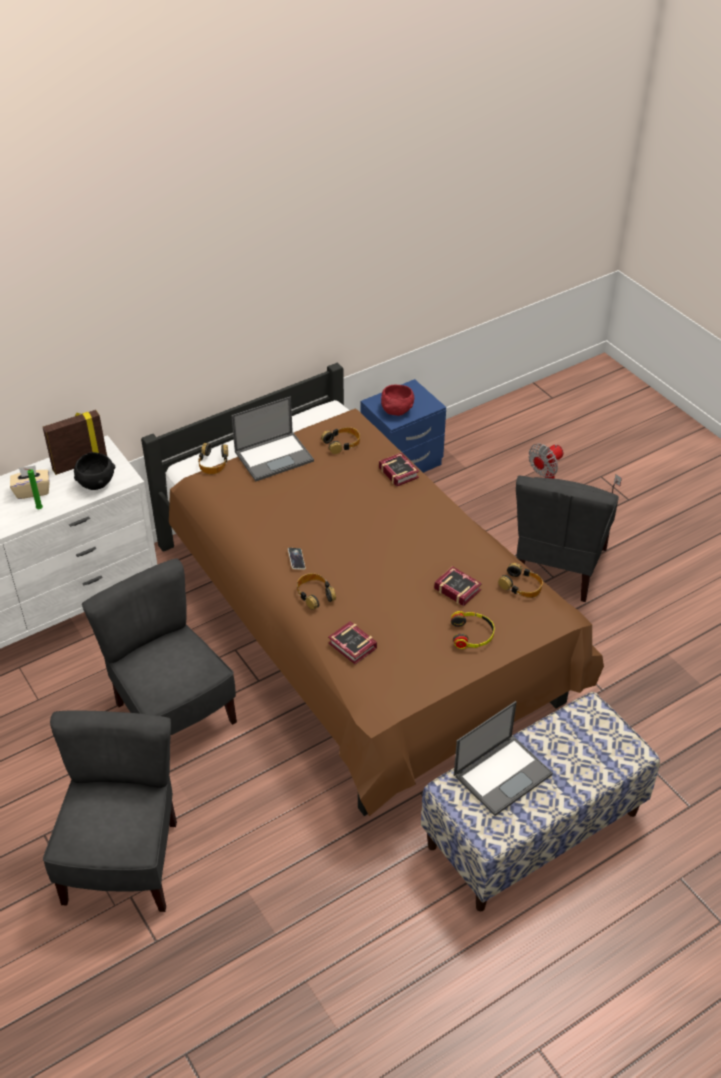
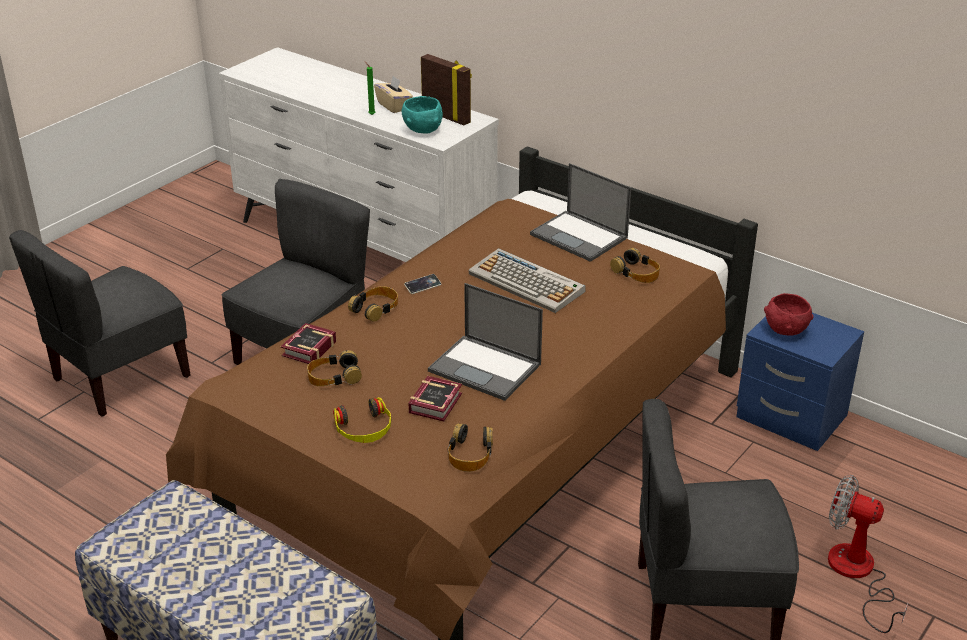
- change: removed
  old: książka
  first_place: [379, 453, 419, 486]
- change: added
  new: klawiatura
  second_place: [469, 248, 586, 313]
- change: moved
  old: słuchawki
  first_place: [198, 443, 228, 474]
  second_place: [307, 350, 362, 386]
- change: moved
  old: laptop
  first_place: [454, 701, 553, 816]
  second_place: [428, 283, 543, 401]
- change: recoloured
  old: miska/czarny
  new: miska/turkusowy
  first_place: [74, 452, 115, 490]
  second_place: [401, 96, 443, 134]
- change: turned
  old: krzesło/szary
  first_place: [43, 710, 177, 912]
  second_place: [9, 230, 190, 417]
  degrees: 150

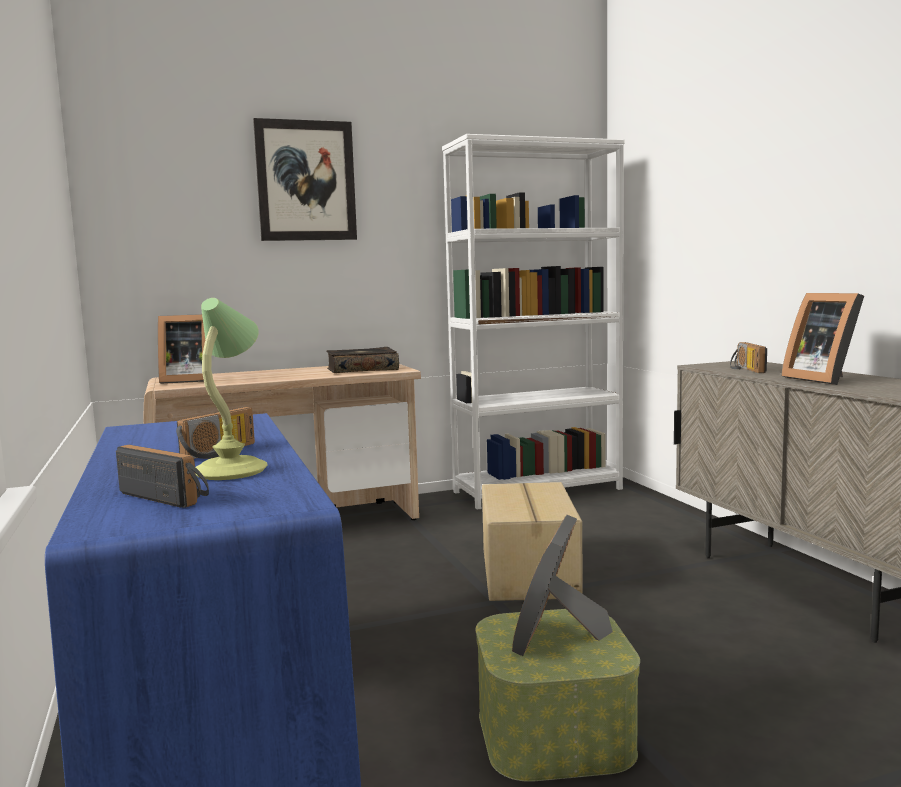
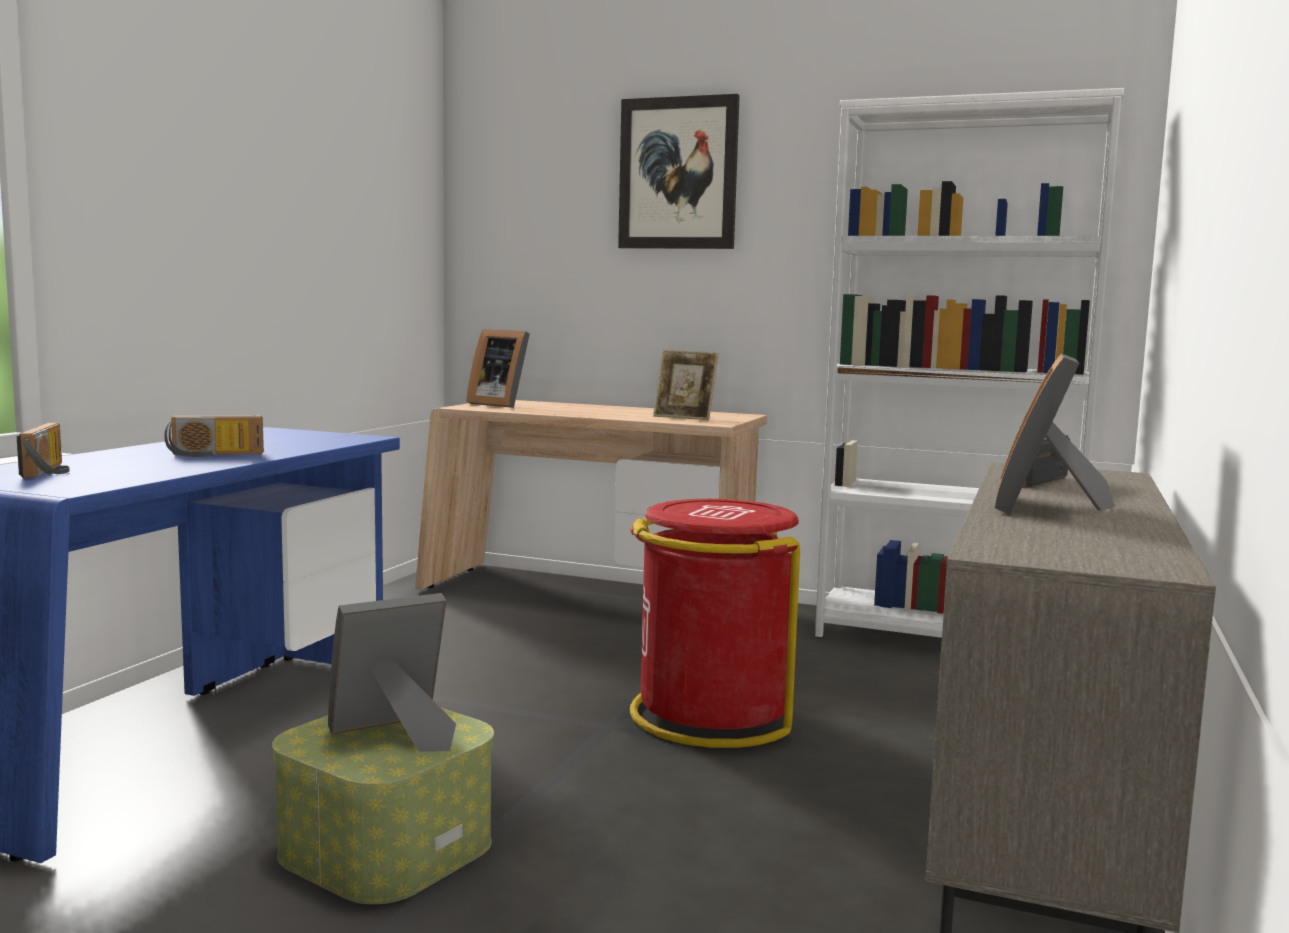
- change: removed
  old: lampa stołowa
  first_place: [196, 298, 268, 480]
- change: replaced
  old: książka
  new: ramka na zdjęcie
  first_place: [326, 347, 399, 373]
  second_place: [653, 350, 719, 420]
- change: replaced
  old: karton
  new: kosz na śmieci/czerwony
  first_place: [482, 482, 583, 601]
  second_place: [630, 499, 800, 748]

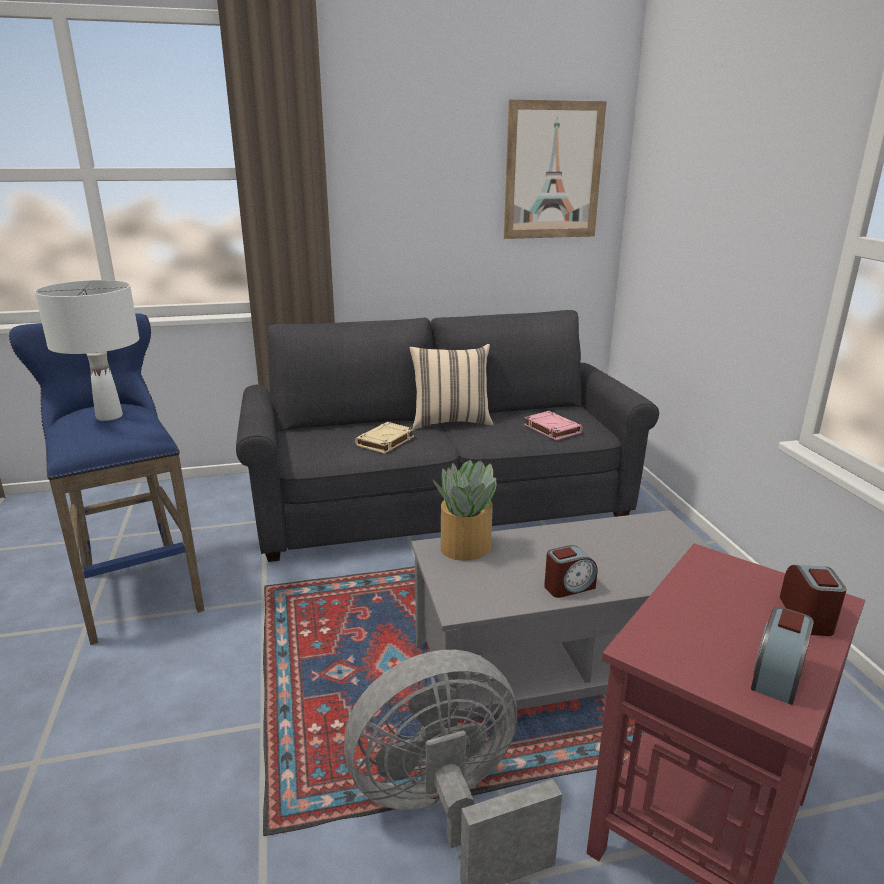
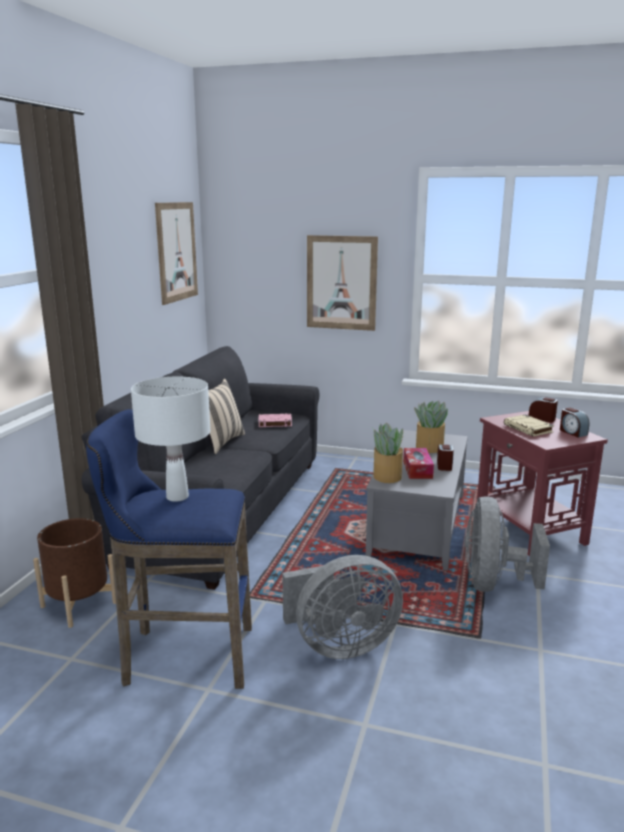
- change: added
  new: donica/brązowy
  second_place: [33, 518, 116, 628]
- change: added
  new: wentylator/szary
  second_place: [282, 555, 403, 659]
- change: added
  new: obraz
  second_place: [307, 235, 378, 331]
- change: added
  new: pudełko chusteczek
  second_place: [403, 448, 434, 479]
- change: added
  new: roślina doniczkowa
  second_place: [414, 401, 448, 453]
- change: moved
  old: książka/beżowy
  first_place: [355, 422, 414, 454]
  second_place: [504, 414, 554, 437]

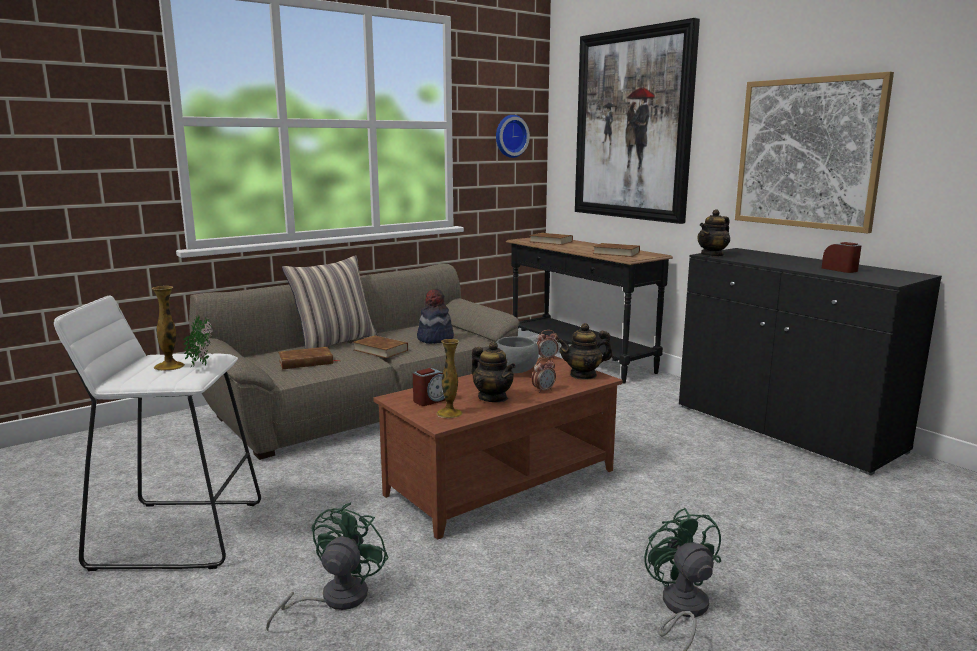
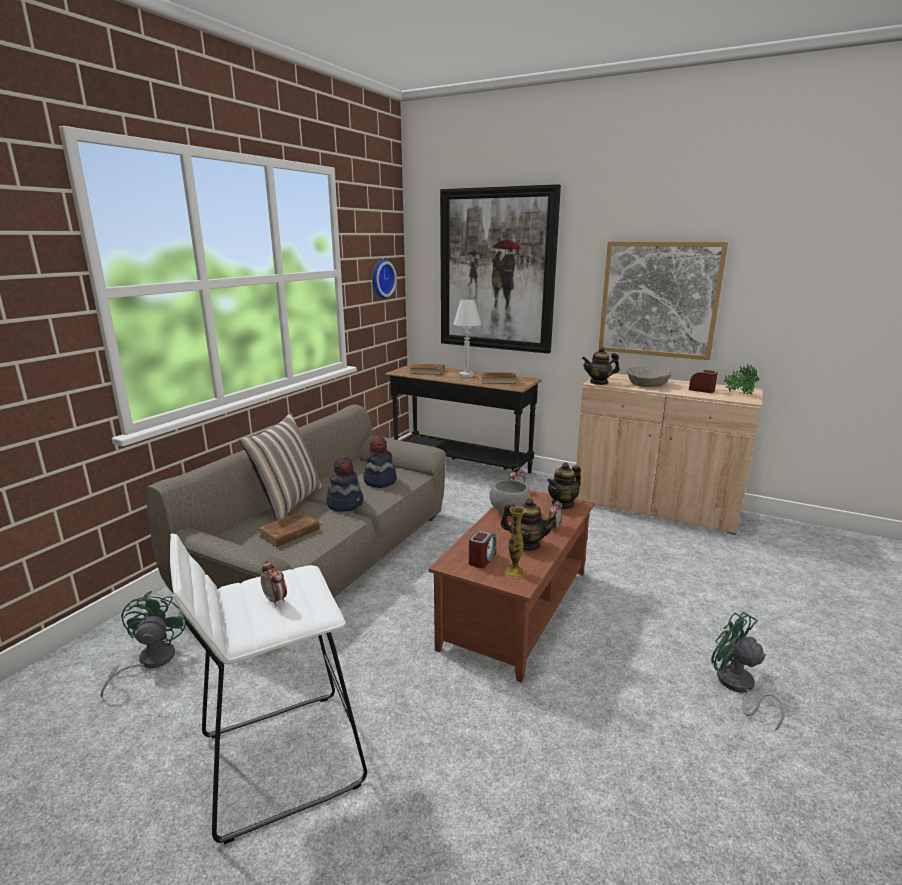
- change: added
  new: lampa stołowa/biały
  second_place: [453, 299, 481, 378]
- change: added
  new: miska/beżowy
  second_place: [627, 366, 672, 387]
- change: moved
  old: roślina doniczkowa
  first_place: [183, 315, 213, 367]
  second_place: [724, 364, 759, 395]
- change: moved
  old: wentylator/zielony
  first_place: [266, 503, 389, 631]
  second_place: [101, 591, 186, 698]
- change: replaced
  old: wazon
  new: budzik
  first_place: [152, 286, 185, 371]
  second_place: [261, 560, 287, 606]
- change: replaced
  old: książka/brązowy
  new: kapelusz
  first_place: [353, 335, 408, 358]
  second_place: [327, 456, 364, 512]
- change: recoloured
  old: szafka/czarny
  new: szafka/beżowy
  first_place: [679, 248, 942, 475]
  second_place: [575, 374, 763, 535]
- change: turned
  old: imbryk
  first_place: [698, 209, 730, 257]
  second_place: [582, 347, 620, 385]
  degrees: 60

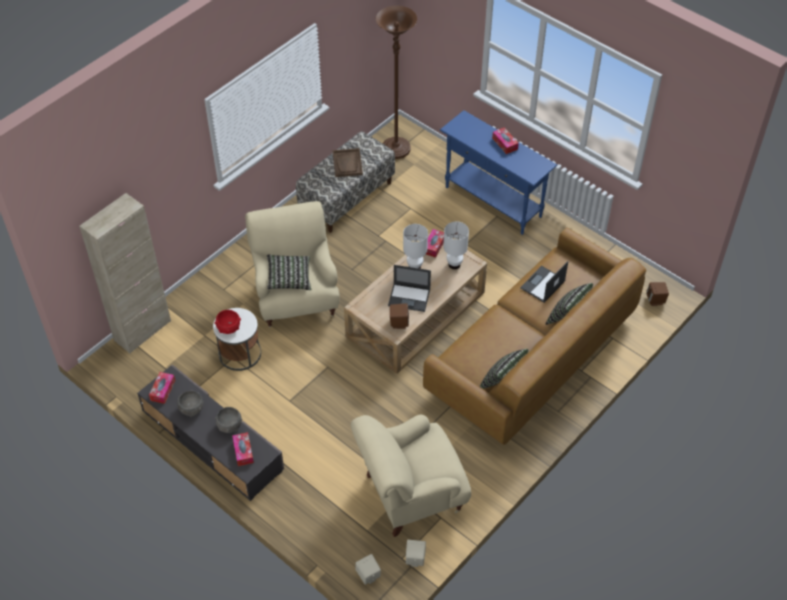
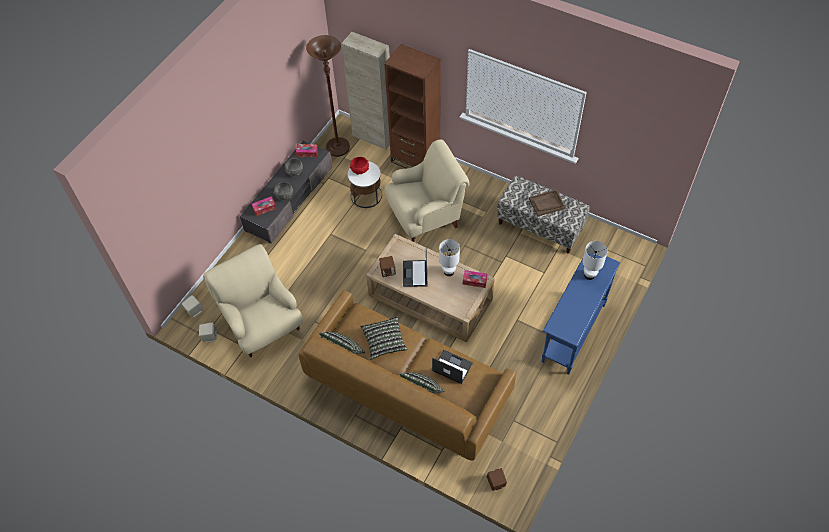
- change: removed
  old: pudełko chusteczek
  first_place: [492, 127, 519, 154]
- change: added
  new: regał/brązowy
  second_place: [385, 44, 441, 169]
- change: moved
  old: poduszka
  first_place: [267, 255, 311, 290]
  second_place: [360, 316, 407, 360]
- change: moved
  old: lampa stojąca/brązowy
  first_place: [376, 6, 417, 159]
  second_place: [306, 35, 350, 157]
- change: moved
  old: lampa stołowa/biały
  first_place: [444, 221, 469, 269]
  second_place: [582, 241, 608, 280]

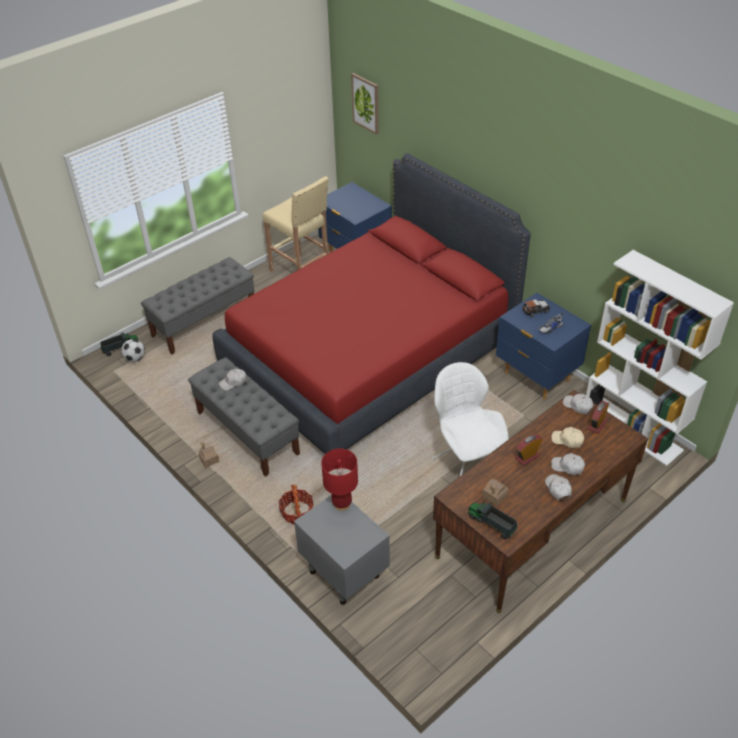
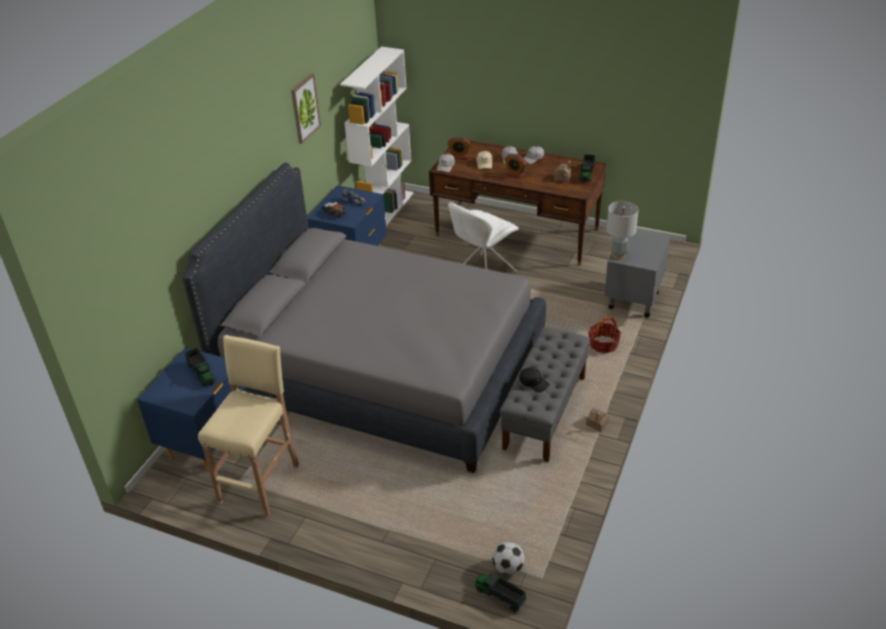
- change: removed
  old: ławka/szary
  first_place: [141, 257, 255, 354]
- change: added
  new: ciężarówka zabawkowa
  second_place: [185, 348, 216, 387]
- change: moved
  old: obraz
  first_place: [351, 73, 379, 135]
  second_place: [291, 73, 321, 144]
- change: recoloured
  old: łóżko/czerwony
  new: łóżko/szary
  first_place: [212, 153, 531, 454]
  second_place: [182, 163, 546, 473]
- change: recoloured
  old: czapka z daszkiem/biały
  new: czapka z daszkiem/czarny
  first_place: [219, 369, 247, 391]
  second_place: [519, 367, 550, 393]
- change: recoloured
  old: lampa stołowa/czerwony
  new: lampa stołowa/szary
  first_place: [321, 449, 358, 511]
  second_place: [607, 201, 639, 259]

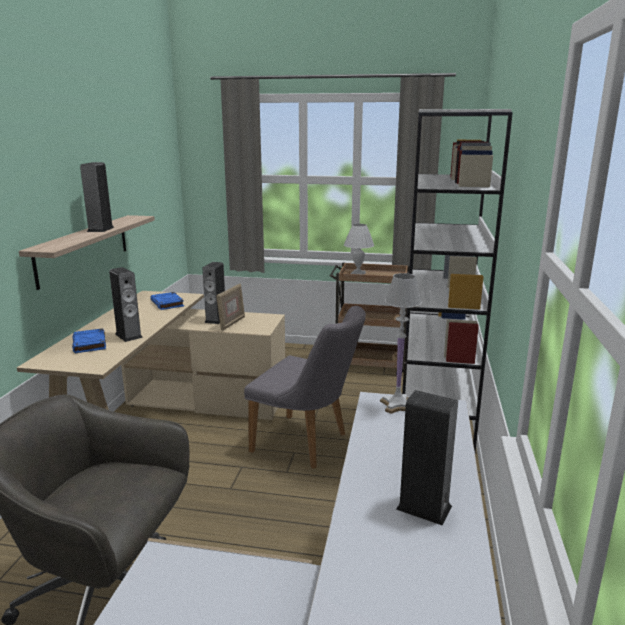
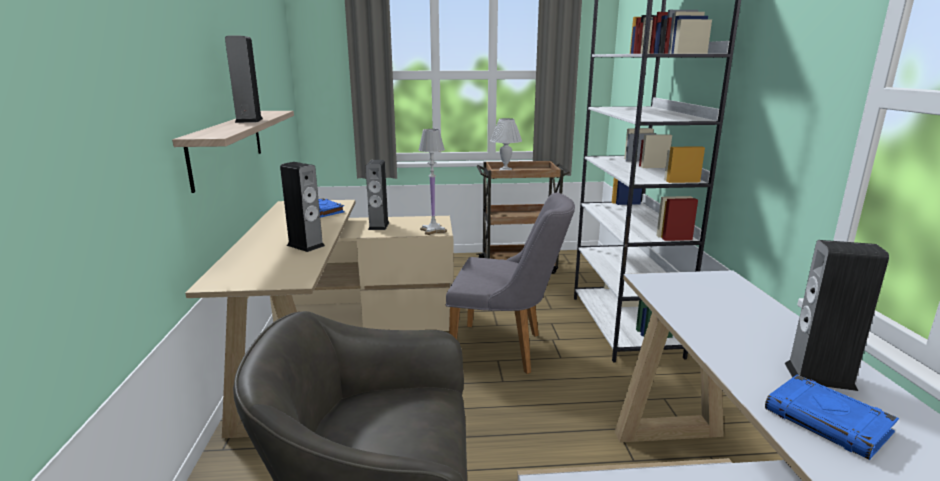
- change: removed
  old: ramka na zdjęcie
  first_place: [216, 284, 245, 331]
- change: moved
  old: książka/niebieski
  first_place: [72, 328, 106, 353]
  second_place: [765, 375, 899, 460]
- change: moved
  old: lampa stołowa/biały
  first_place: [380, 273, 421, 414]
  second_place: [418, 129, 447, 235]

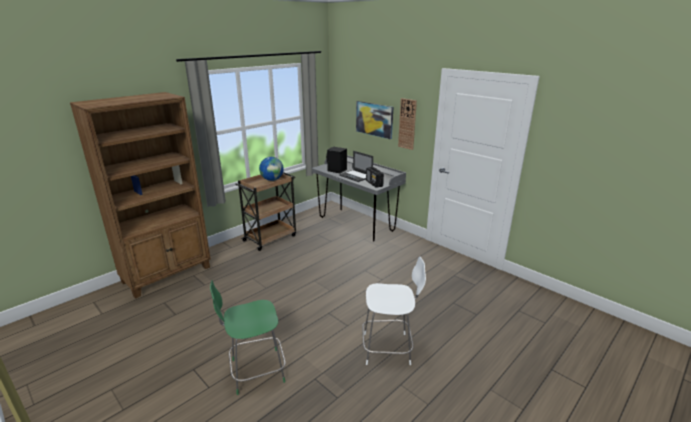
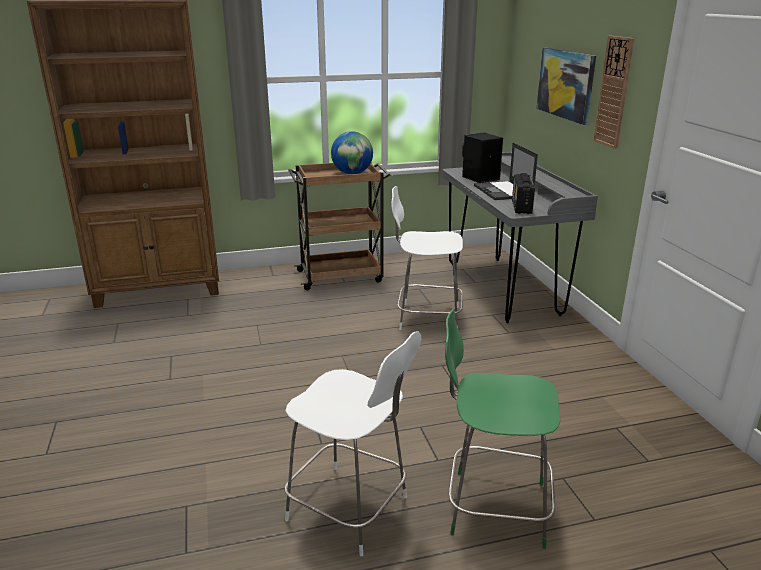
- change: added
  new: krzesło/biały
  second_place: [391, 186, 463, 330]
- change: moved
  old: krzesło/zielony
  first_place: [210, 280, 285, 395]
  second_place: [445, 308, 560, 549]

